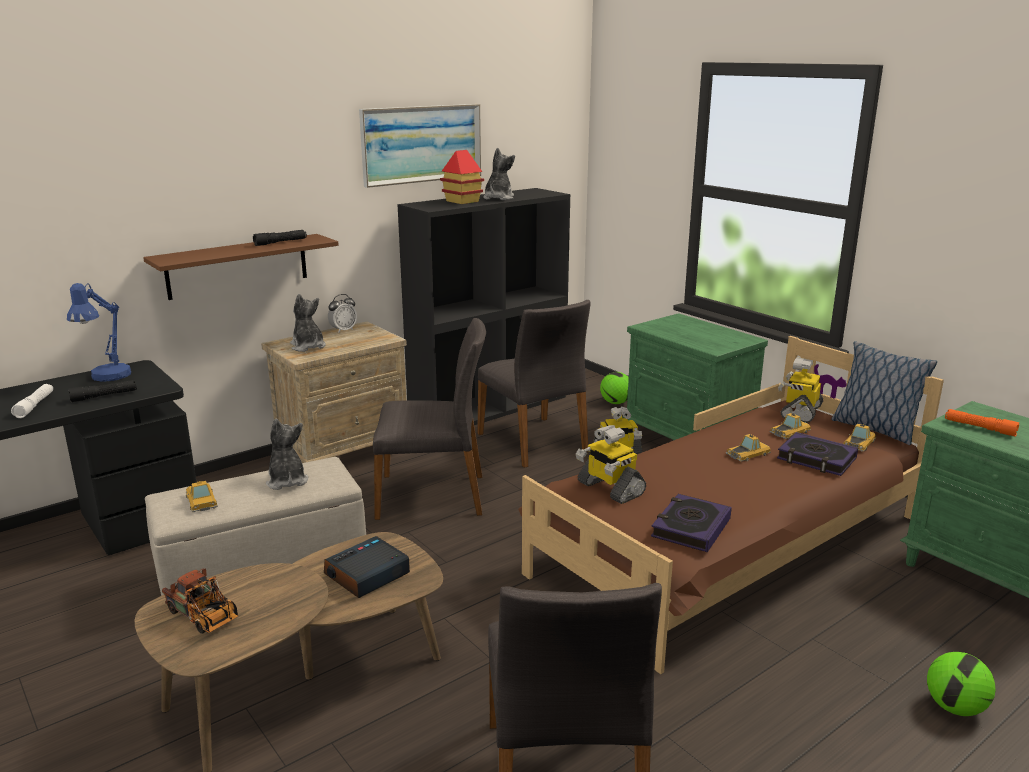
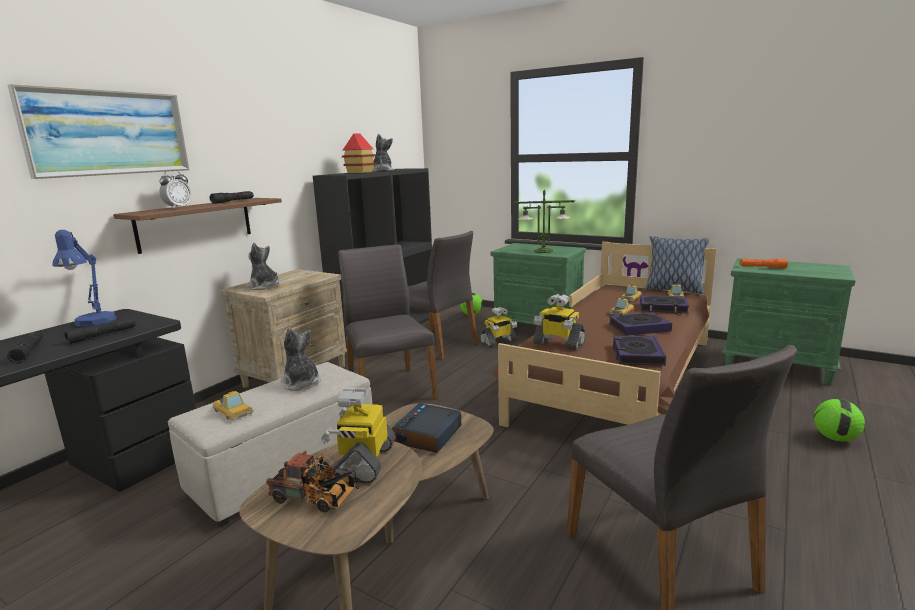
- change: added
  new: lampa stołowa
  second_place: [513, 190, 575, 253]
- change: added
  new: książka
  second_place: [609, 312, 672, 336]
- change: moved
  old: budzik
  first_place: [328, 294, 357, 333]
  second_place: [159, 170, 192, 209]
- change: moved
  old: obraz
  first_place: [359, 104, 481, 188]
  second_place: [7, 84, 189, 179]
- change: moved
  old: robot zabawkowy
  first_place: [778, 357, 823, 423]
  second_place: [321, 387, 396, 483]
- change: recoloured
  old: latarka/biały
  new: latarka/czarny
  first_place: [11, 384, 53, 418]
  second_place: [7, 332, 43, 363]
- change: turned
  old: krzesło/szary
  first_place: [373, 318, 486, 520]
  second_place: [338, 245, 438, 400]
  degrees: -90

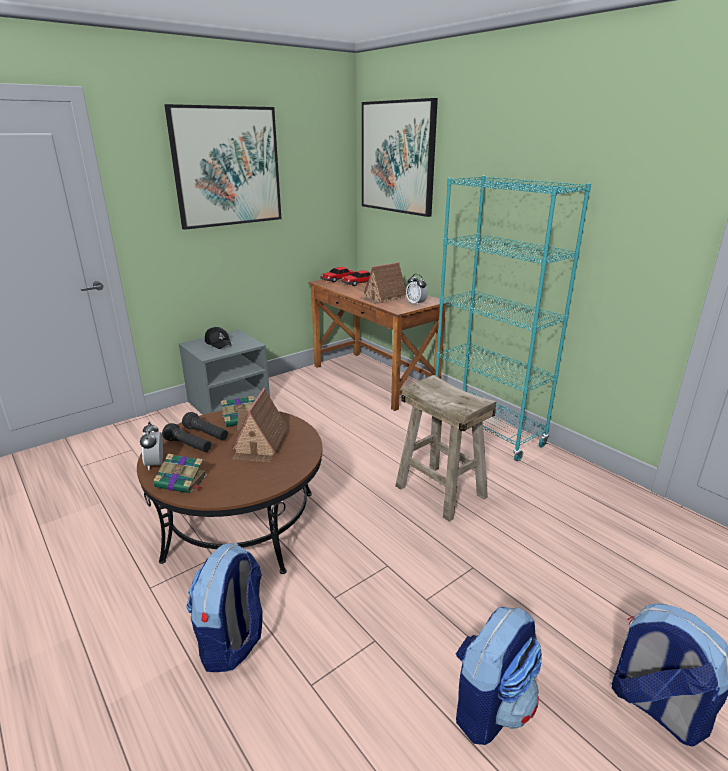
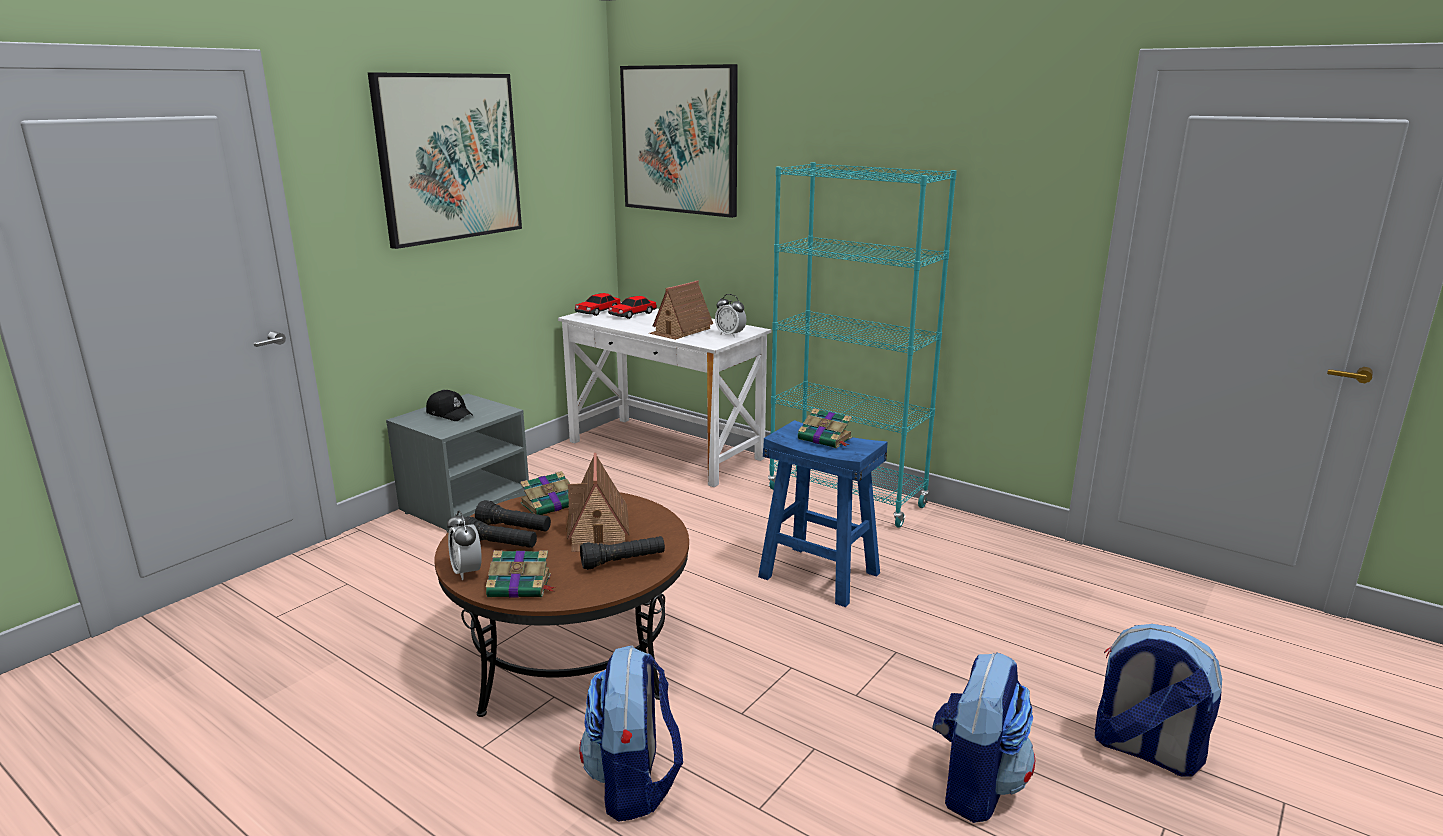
- change: added
  new: latarka/czarny
  second_place: [580, 536, 665, 570]
- change: added
  new: książka
  second_place: [798, 408, 852, 448]
- change: recoloured
  old: biurko/brązowy
  new: biurko/biały
  first_place: [308, 279, 449, 411]
  second_place: [558, 309, 771, 487]
- change: recoloured
  old: stołek/beżowy
  new: stołek/niebieski
  first_place: [395, 375, 496, 522]
  second_place: [758, 420, 888, 607]

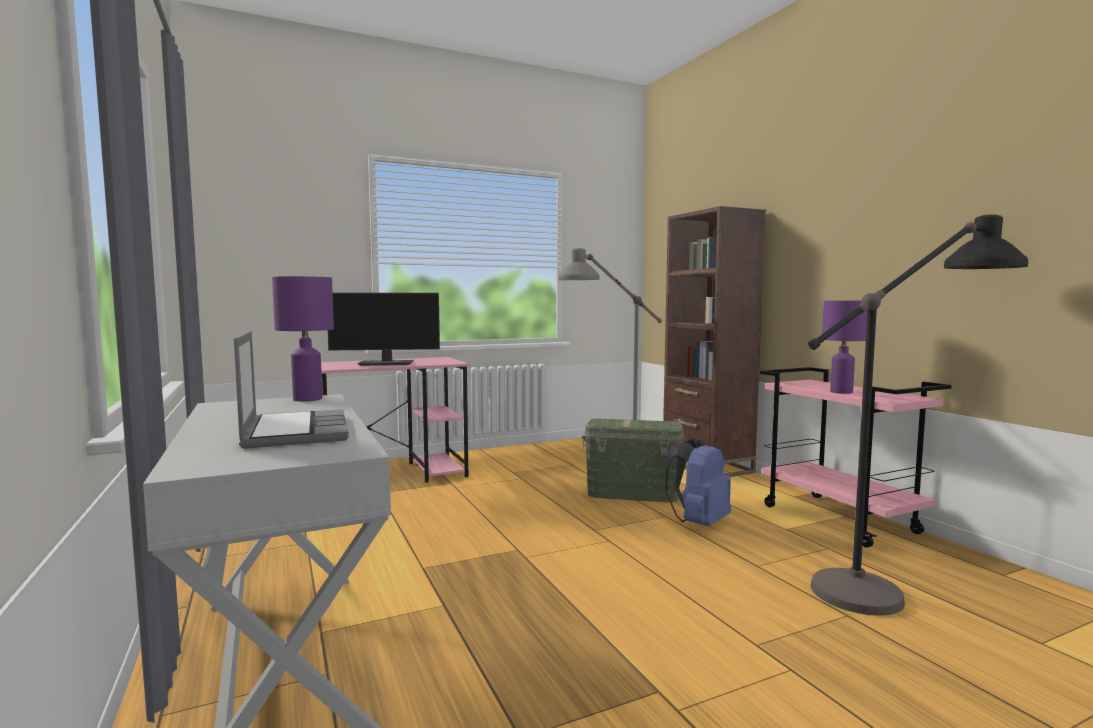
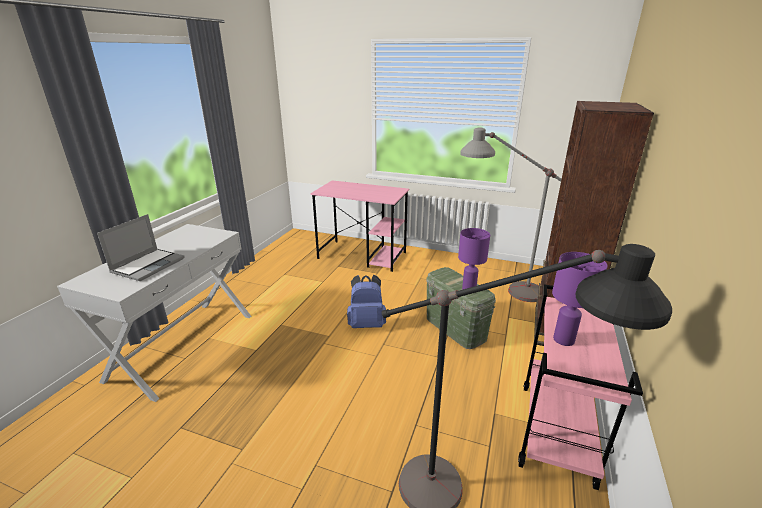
- change: removed
  old: monitor
  first_place: [328, 293, 440, 366]
- change: moved
  old: lampa stołowa/fioletowy
  first_place: [272, 276, 334, 402]
  second_place: [458, 228, 490, 290]
- change: moved
  old: plecak/niebieski
  first_place: [665, 438, 731, 526]
  second_place: [347, 275, 386, 328]

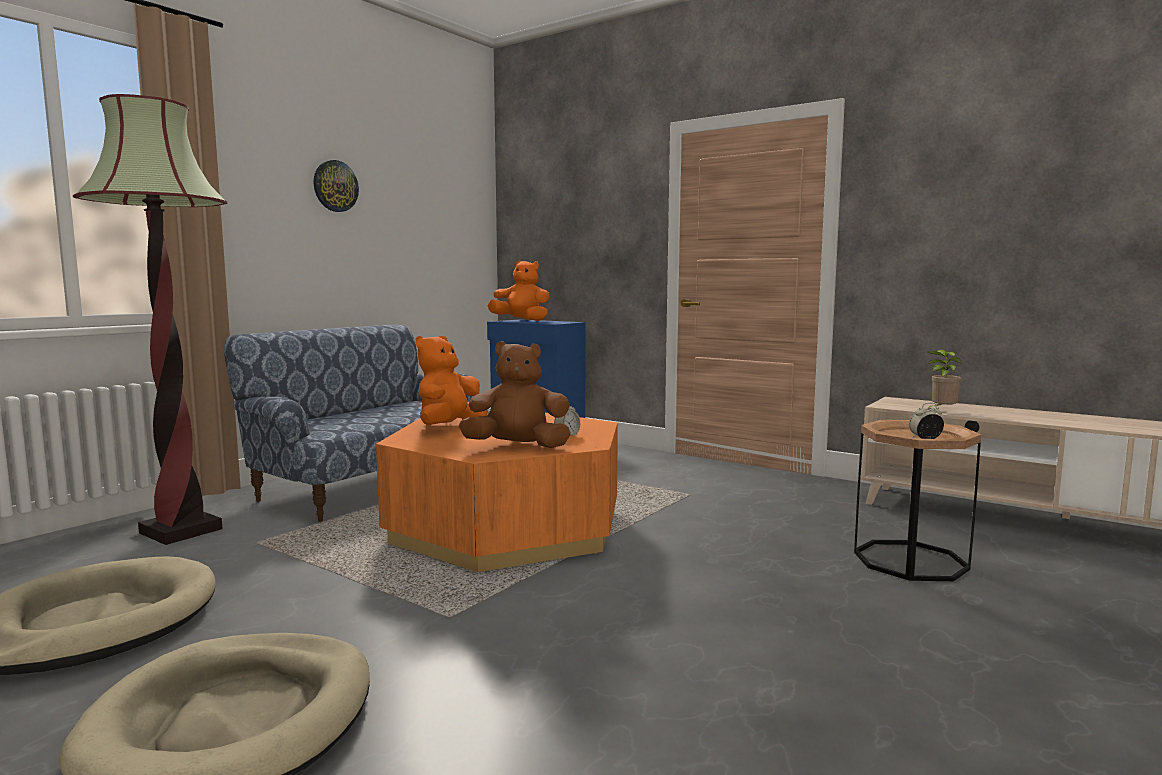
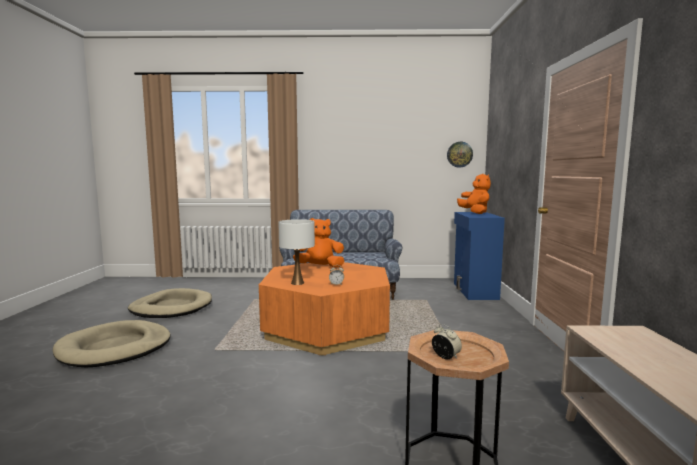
- change: removed
  old: lampa stojąca
  first_place: [73, 94, 227, 545]
- change: removed
  old: roślina doniczkowa
  first_place: [927, 349, 962, 409]
- change: moved
  old: zegar ścienny
  first_place: [314, 160, 359, 212]
  second_place: [447, 142, 473, 167]
- change: replaced
  old: pluszak/brązowy
  new: lampa stołowa/biały
  first_place: [459, 341, 571, 448]
  second_place: [278, 219, 315, 285]

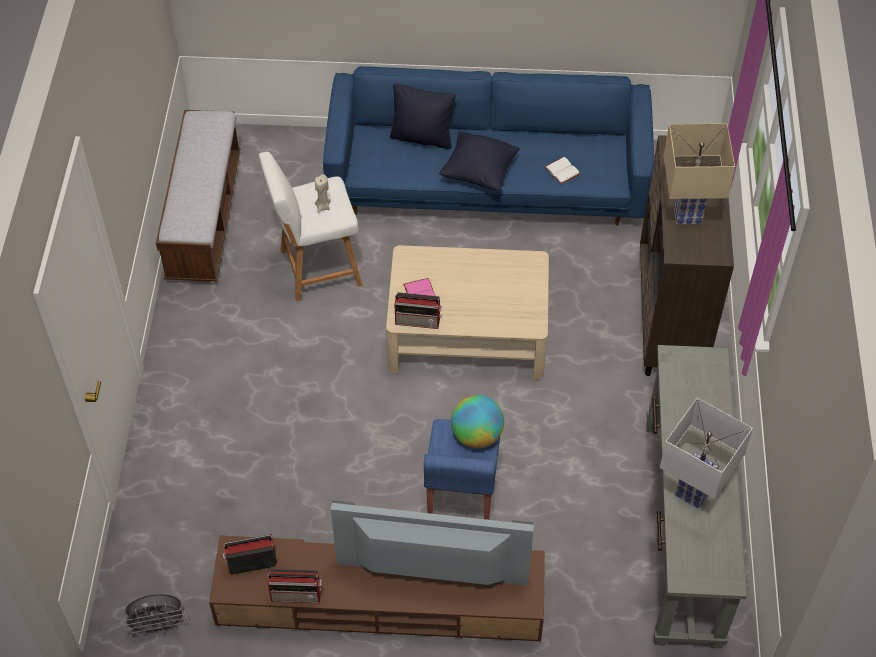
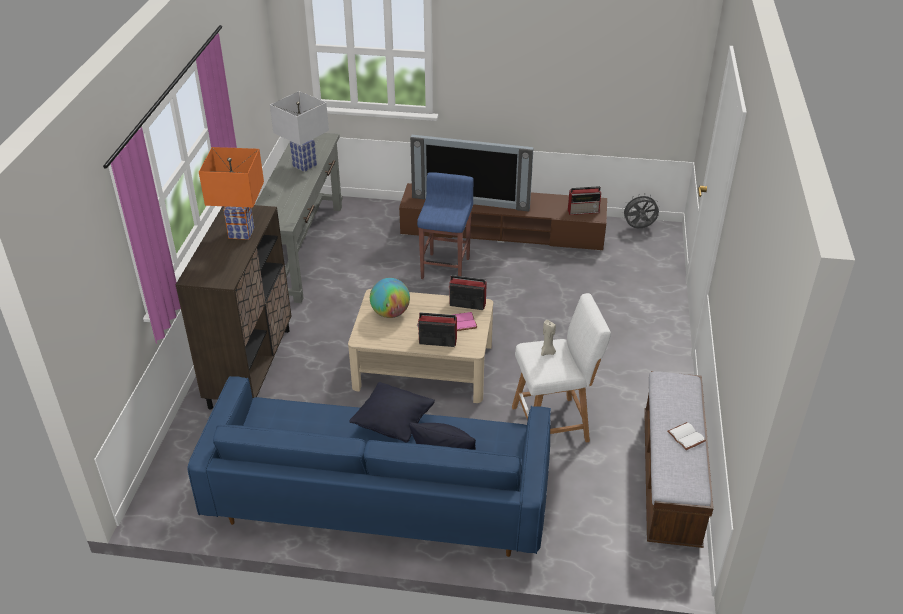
- change: moved
  old: radio
  first_place: [268, 569, 322, 603]
  second_place: [417, 312, 457, 347]
- change: moved
  old: globus
  first_place: [451, 395, 504, 448]
  second_place: [370, 278, 410, 318]
- change: moved
  old: książka/biały
  first_place: [544, 157, 581, 184]
  second_place: [667, 422, 706, 450]
- change: recoloured
  old: lampa stołowa/beżowy
  new: lampa stołowa/pomarańczowy
  first_place: [663, 123, 735, 224]
  second_place: [199, 147, 264, 240]

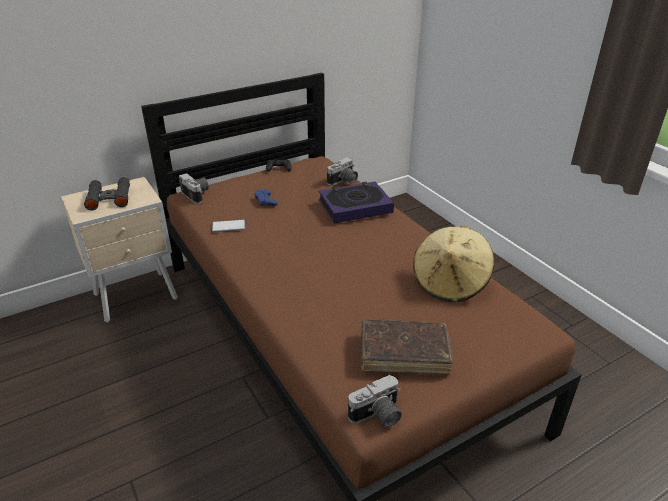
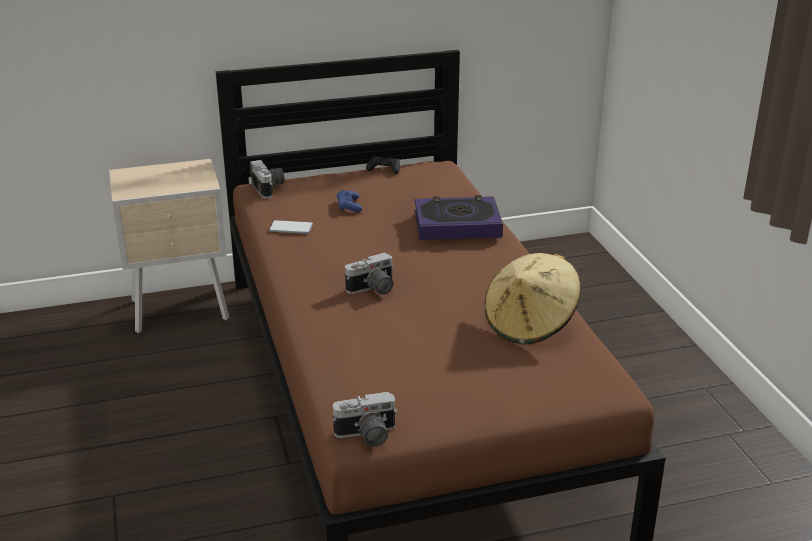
- change: removed
  old: lornetka/czarny
  first_place: [84, 177, 130, 211]
- change: removed
  old: książka/brązowy
  first_place: [361, 319, 453, 375]
- change: moved
  old: aparat fotograficzny
  first_place: [327, 157, 358, 186]
  second_place: [345, 253, 395, 295]

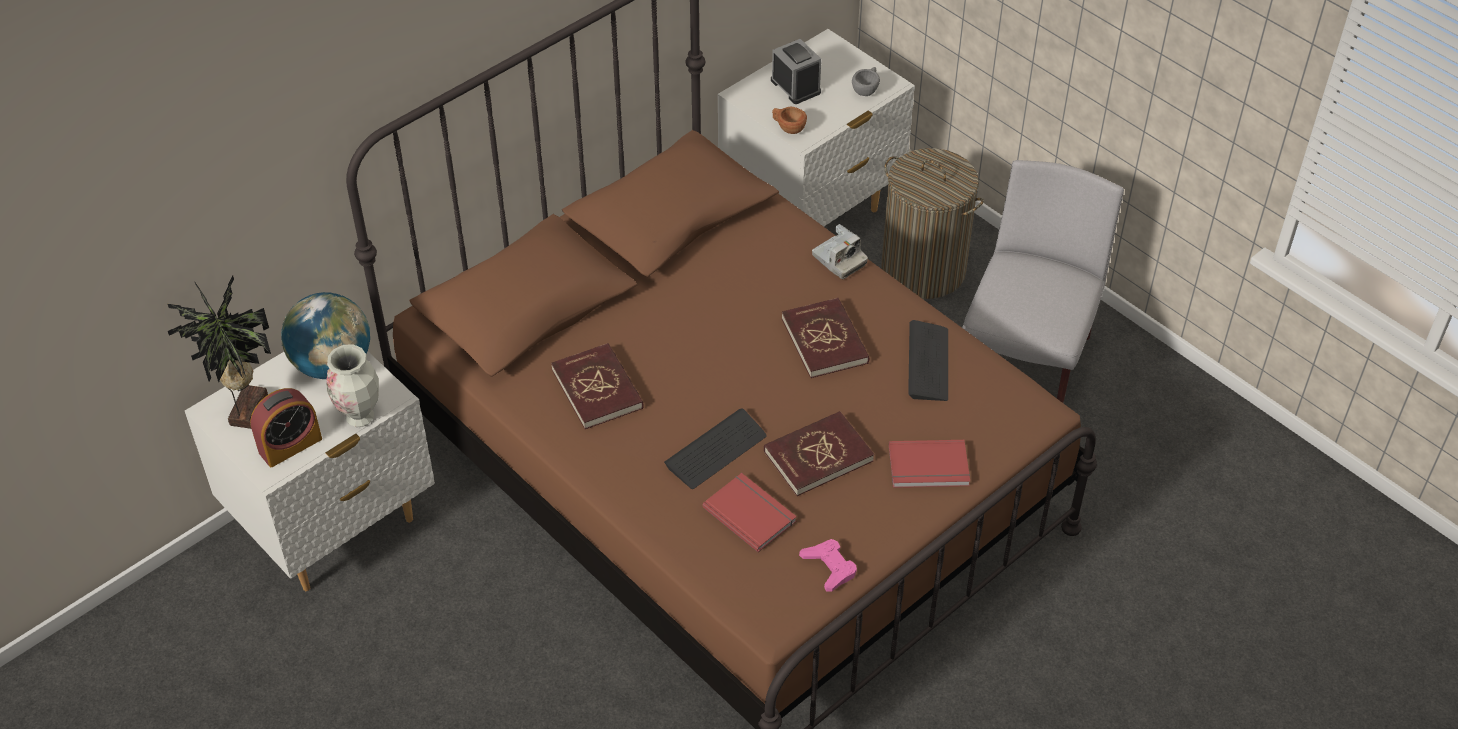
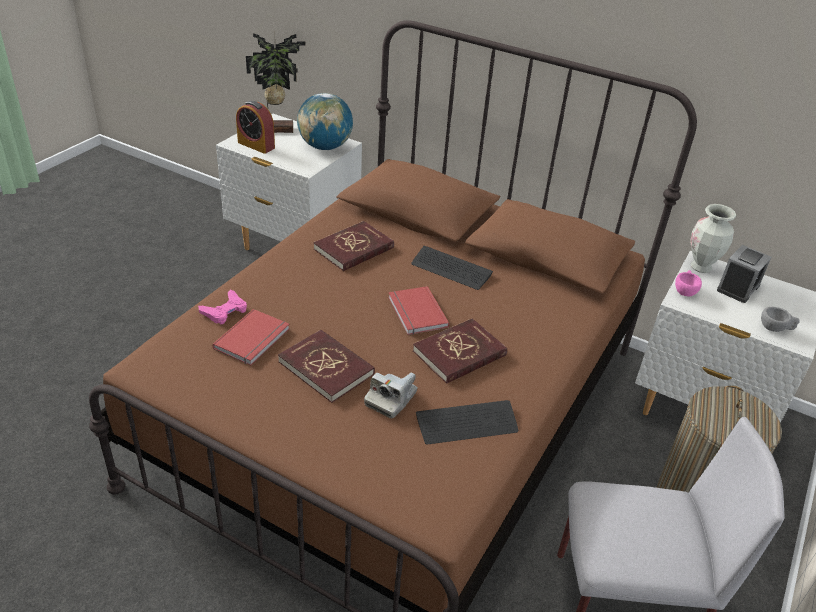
- change: moved
  old: wazon
  first_place: [326, 344, 379, 427]
  second_place: [690, 204, 736, 273]
- change: moved
  old: klawiatura
  first_place: [664, 408, 767, 489]
  second_place: [411, 246, 493, 290]
- change: moved
  old: pad do gier/różowy
  first_place: [799, 539, 857, 591]
  second_place: [198, 289, 247, 324]
- change: moved
  old: aparat fotograficzny
  first_place: [812, 224, 868, 279]
  second_place: [364, 373, 418, 418]
- change: moved
  old: książka/czerwony
  first_place: [889, 440, 970, 488]
  second_place: [388, 286, 449, 335]
- change: recoloured
  old: filiżanka/brązowy
  new: filiżanka/różowy
  first_place: [772, 107, 807, 134]
  second_place: [675, 270, 702, 296]

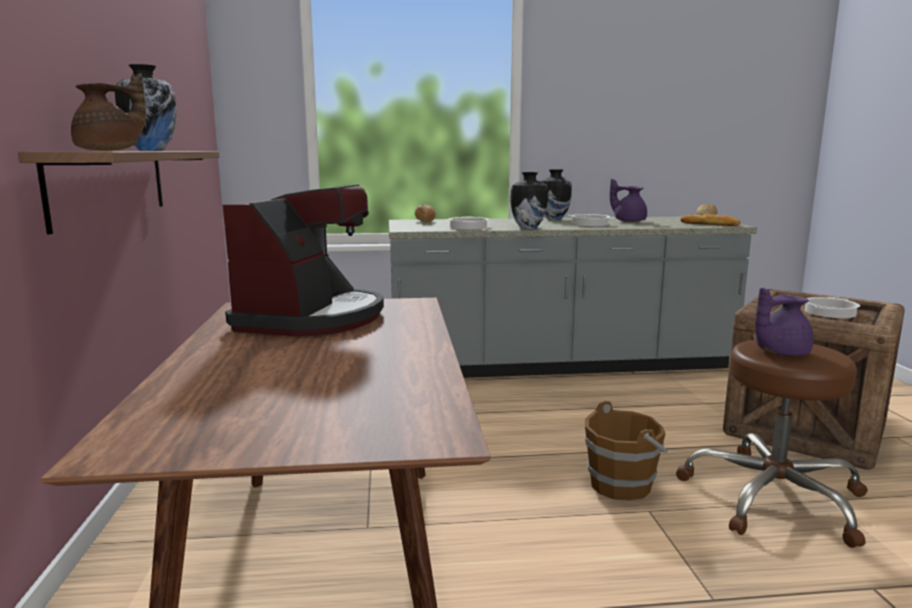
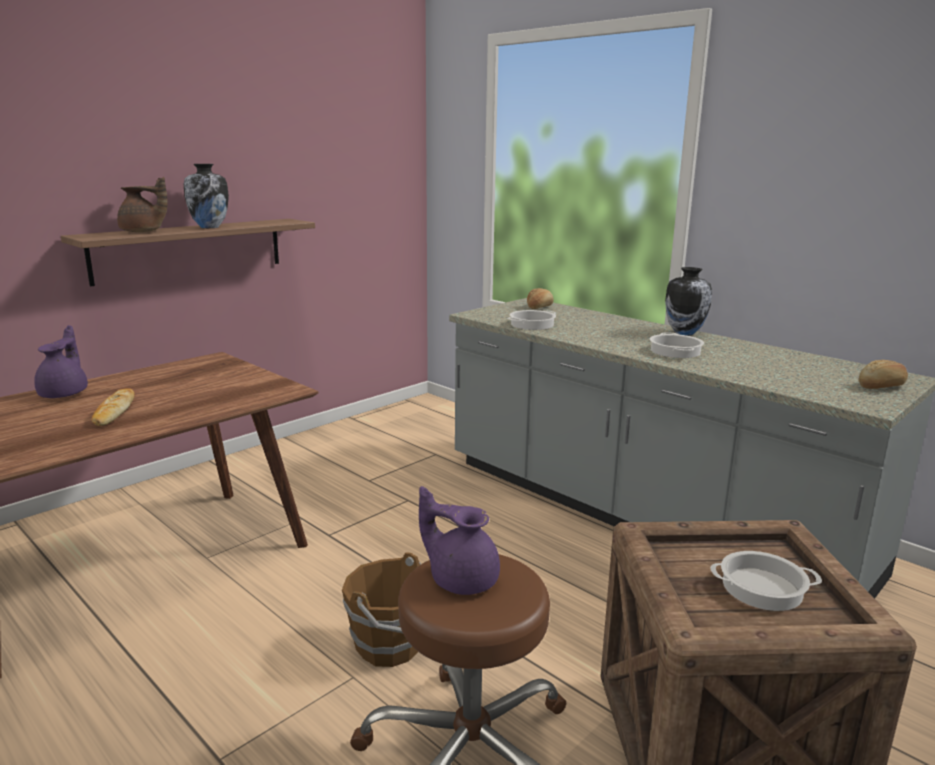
- change: removed
  old: ekspres do kawy
  first_place: [223, 184, 384, 336]
- change: removed
  old: wazon
  first_place: [510, 172, 548, 229]
- change: moved
  old: imbryk/fioletowy
  first_place: [610, 178, 647, 222]
  second_place: [34, 325, 88, 398]
- change: moved
  old: chleb
  first_place: [680, 214, 740, 226]
  second_place: [91, 388, 135, 426]

